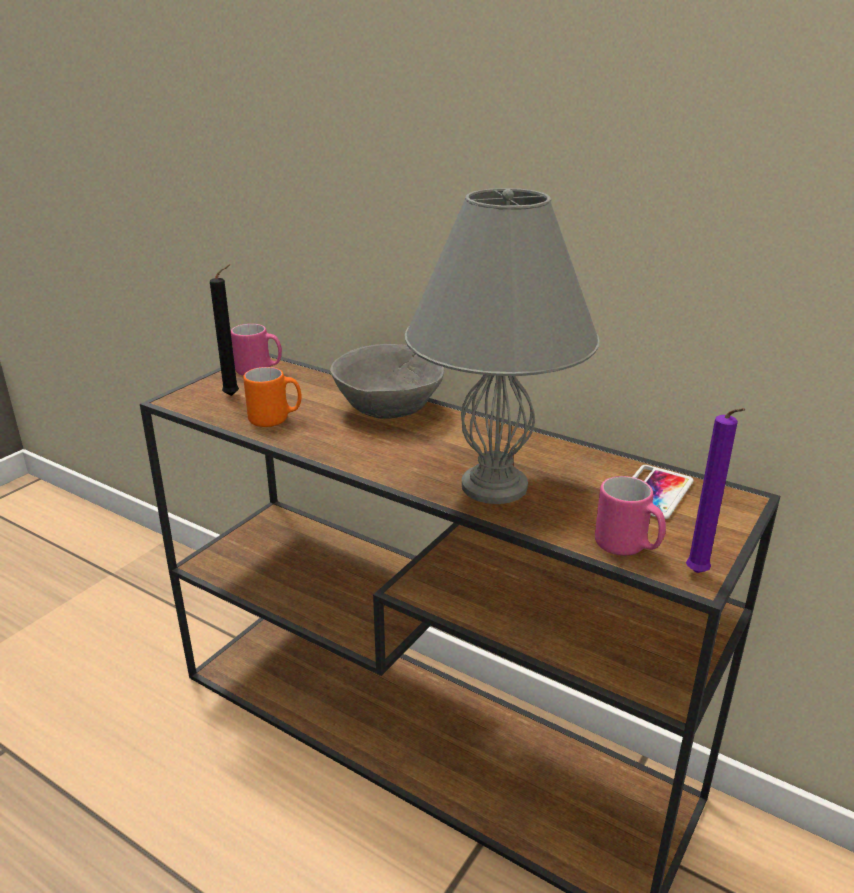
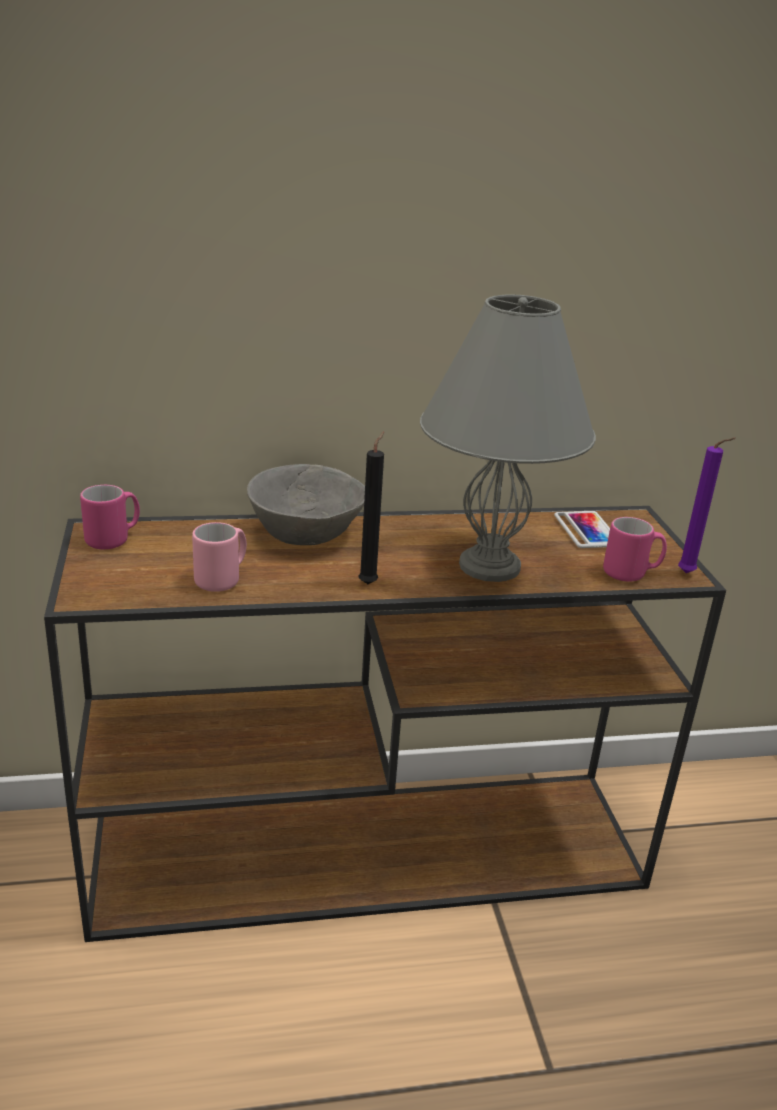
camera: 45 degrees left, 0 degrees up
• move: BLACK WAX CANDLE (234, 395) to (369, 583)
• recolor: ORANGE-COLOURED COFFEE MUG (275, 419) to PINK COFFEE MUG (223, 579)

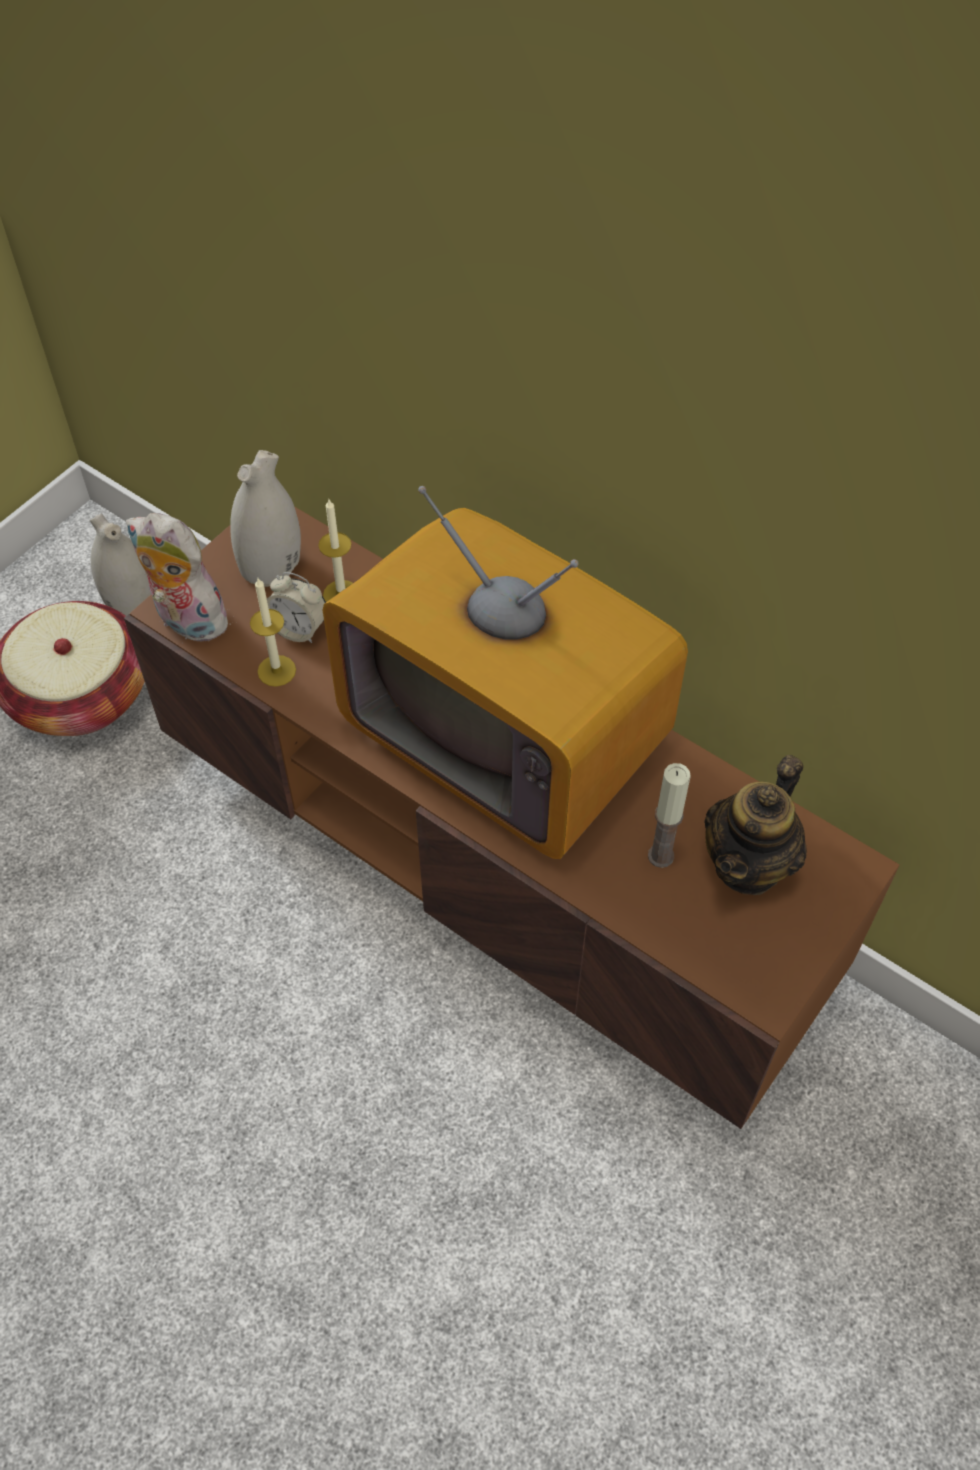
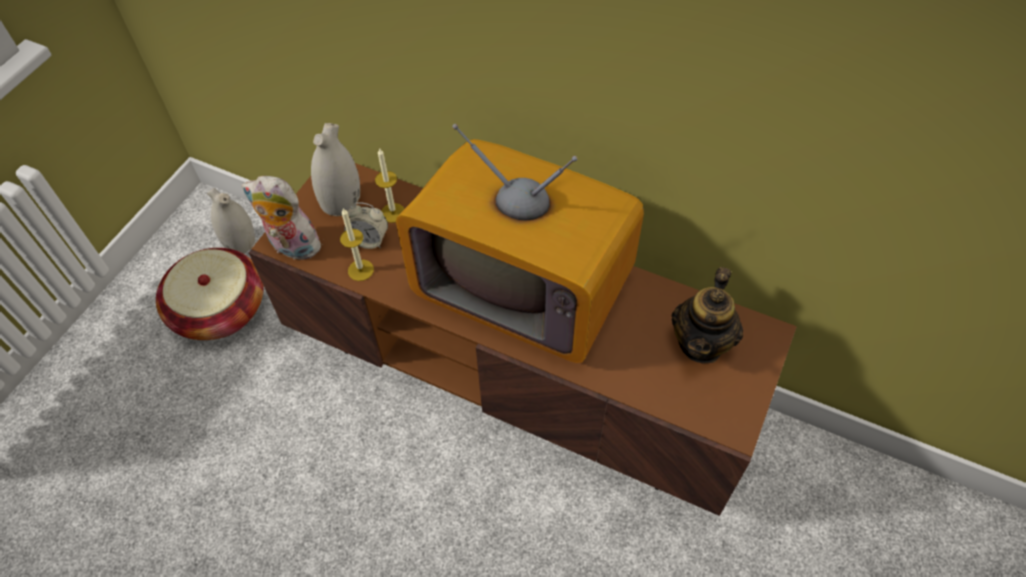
camera: 10 degrees left, 0 degrees up
• delete: WAX CANDLE (661, 856)

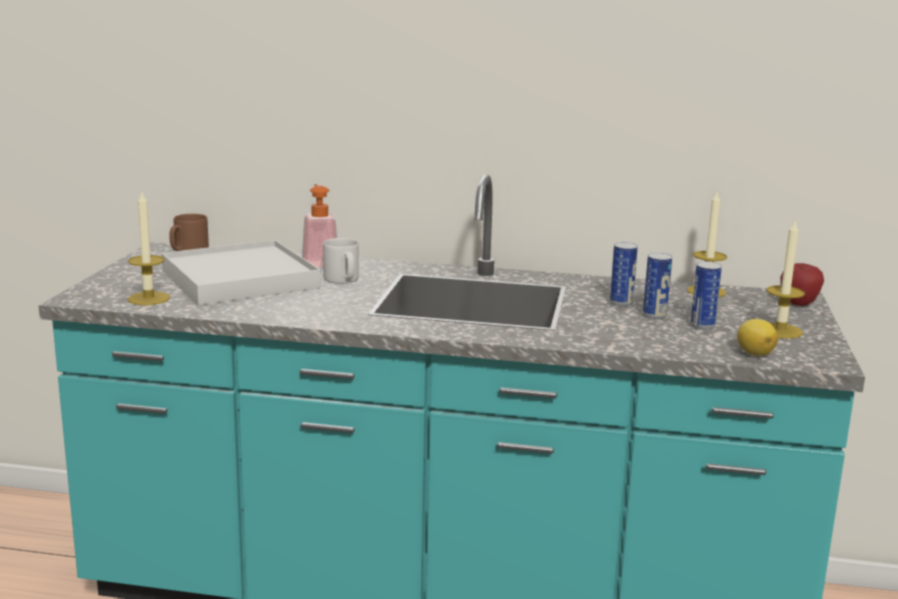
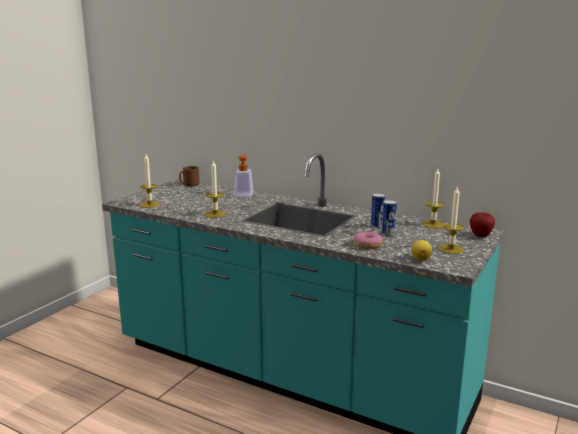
camera: 20 degrees right, 0 degrees up
• delete: WHITE-COLOURED CARRYING TRAY (239, 279)
• delete: GREY COFFEE MUG (343, 280)
• delete: SEALED CAN (702, 325)
• insert: WAX CANDLE (215, 214)
• insert: DOUGHNUT (367, 245)

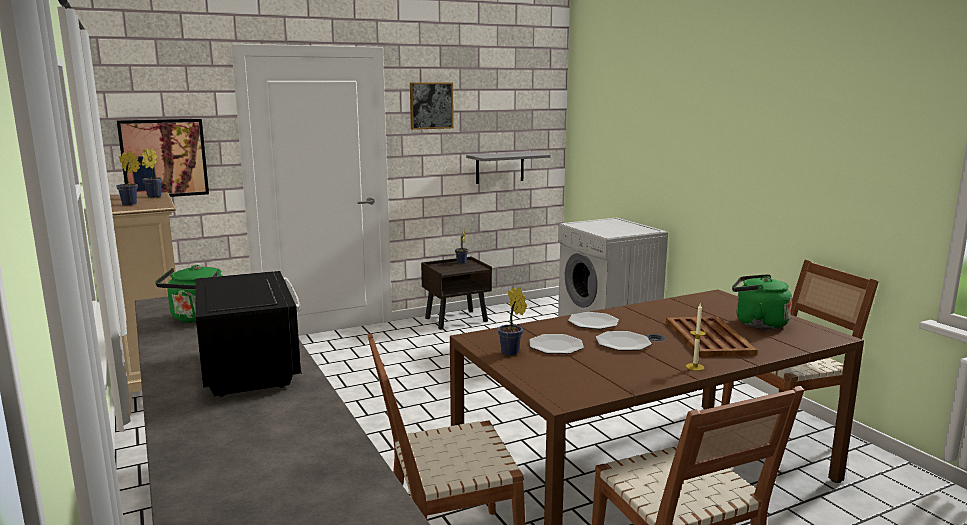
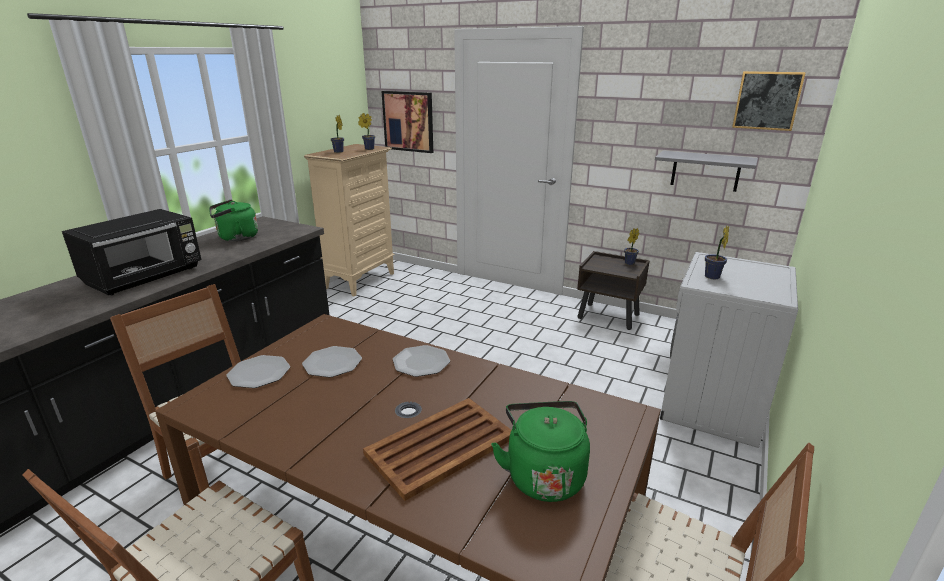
camera: 55 degrees right, 10 degrees up
• move: PICTURE (431, 105) to (767, 100)
• move: PLANT IN A POT (511, 353) to (712, 277)
• move: FLAT DISH (622, 343) to (259, 373)
• delete: WAX CANDLE (695, 367)

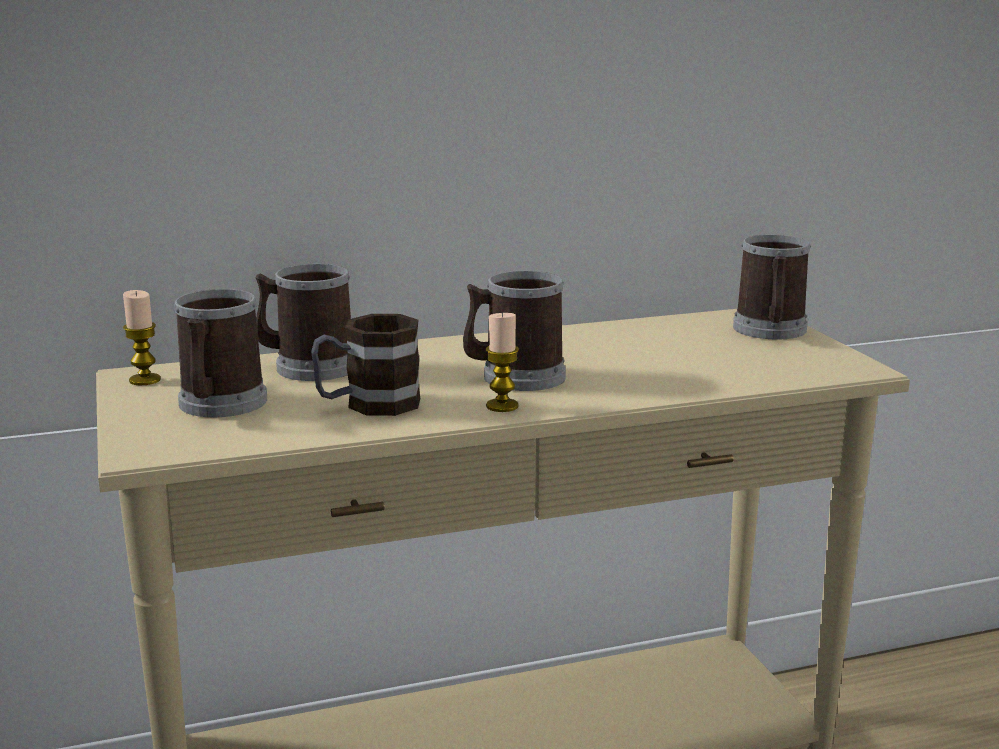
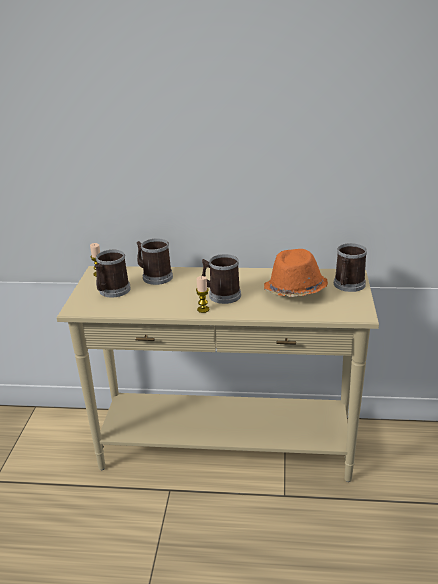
camera: 25 degrees right, 10 degrees up
• delete: COFFEE MUG (368, 405)
• insert: ORANGE-COLOURED HAT (295, 291)

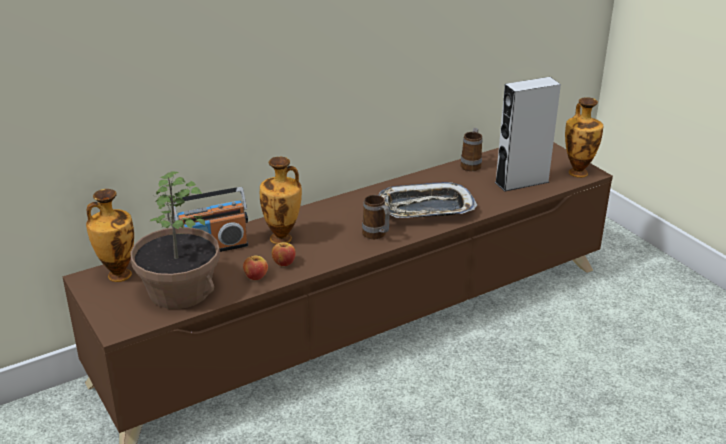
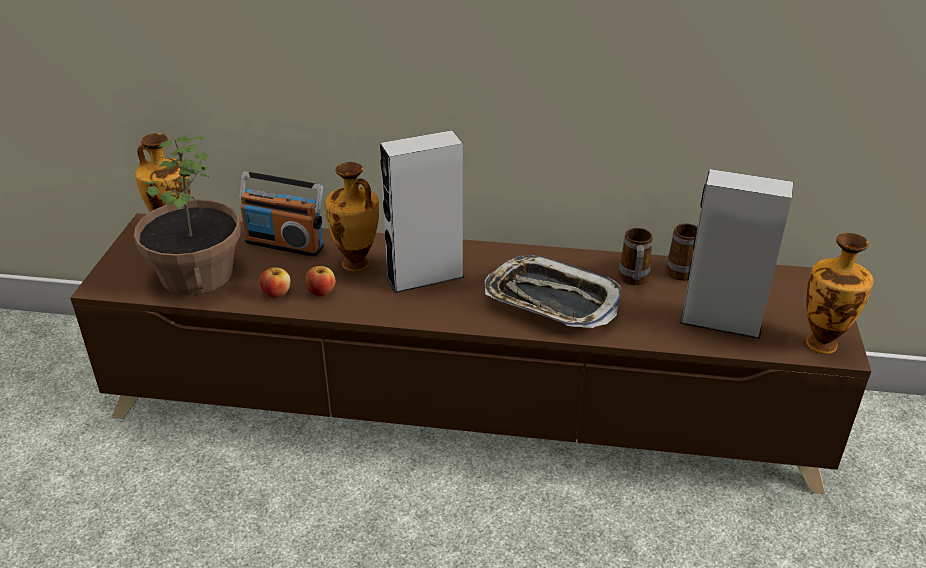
camera: 40 degrees right, 5 degrees up
• move: COFFEE MUG (376, 236) to (633, 281)
• insert: GREY LOUDSPEAKER (425, 277)

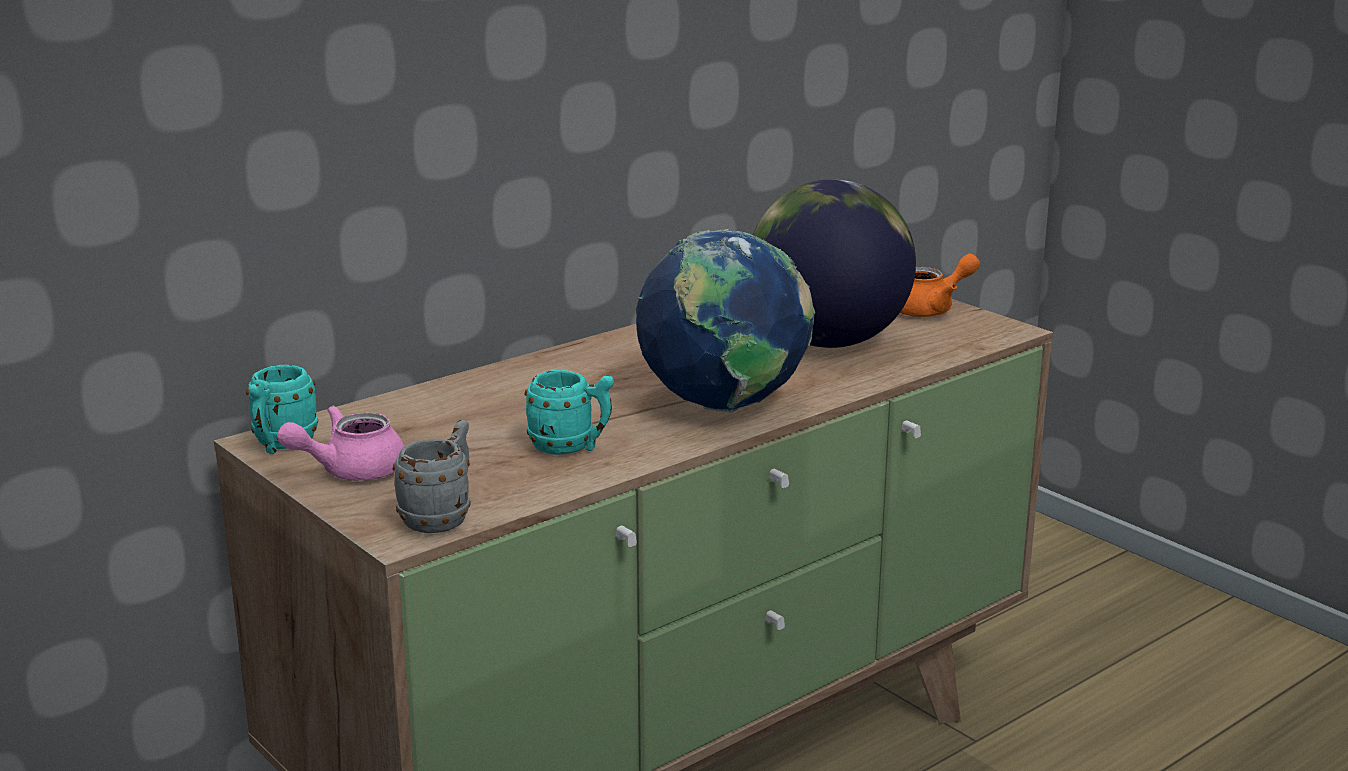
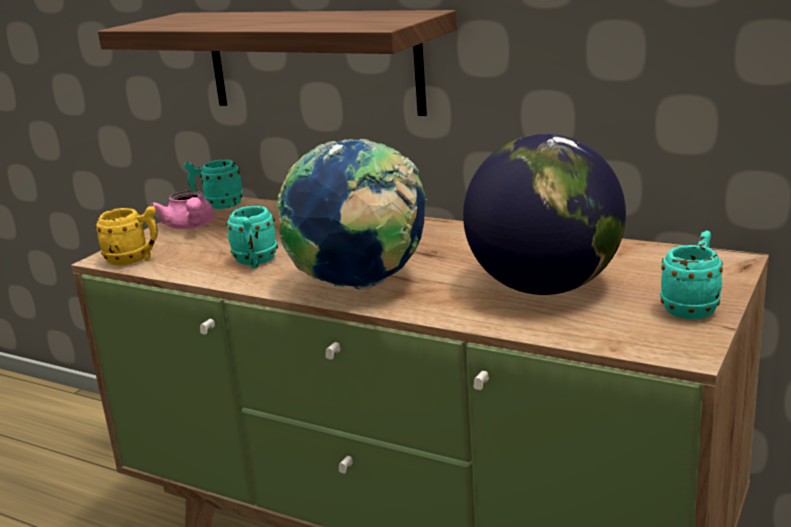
camera: 70 degrees right, 0 degrees up
• rotate: PINK POT FOR TEA (350, 471) = (190, 227) 150 degrees counterclockwise
• recolor: GREY COFFEE MUG (442, 517) to YELLOWISH COFFEE MUG (134, 260)
• replace: ORANGE-COLOURED POT FOR TEA (930, 309) to TURQUOISE COFFEE MUG (692, 307)
• insert: WALL SHELF (312, 61)

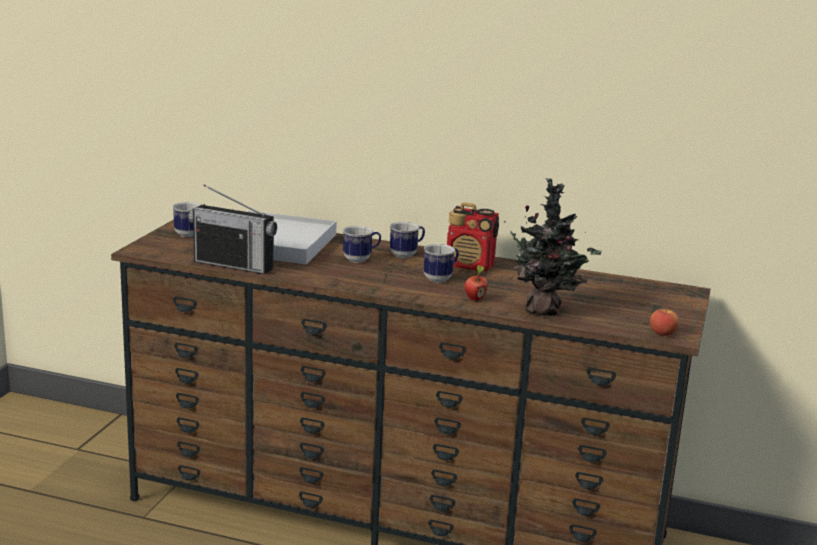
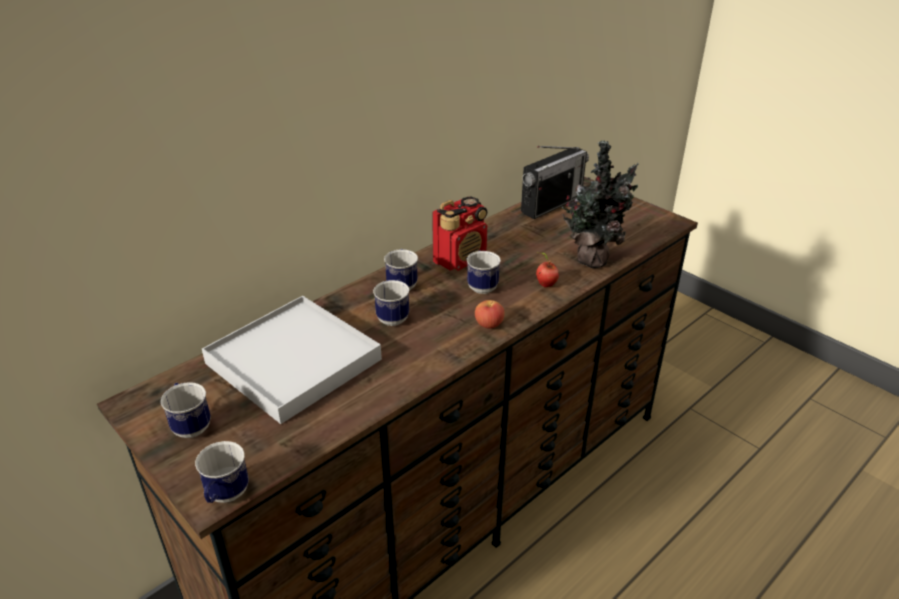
camera: 60 degrees left, 15 degrees up
• move: RADIO SET (234, 265) to (551, 204)
• move: WHOLE APPLE (663, 333) to (489, 324)
• insert: COFFEE MUG (225, 497)

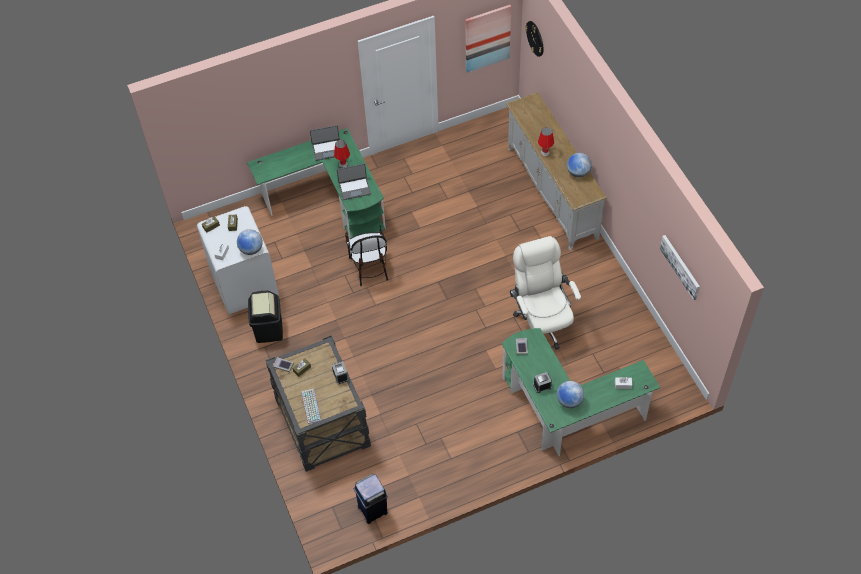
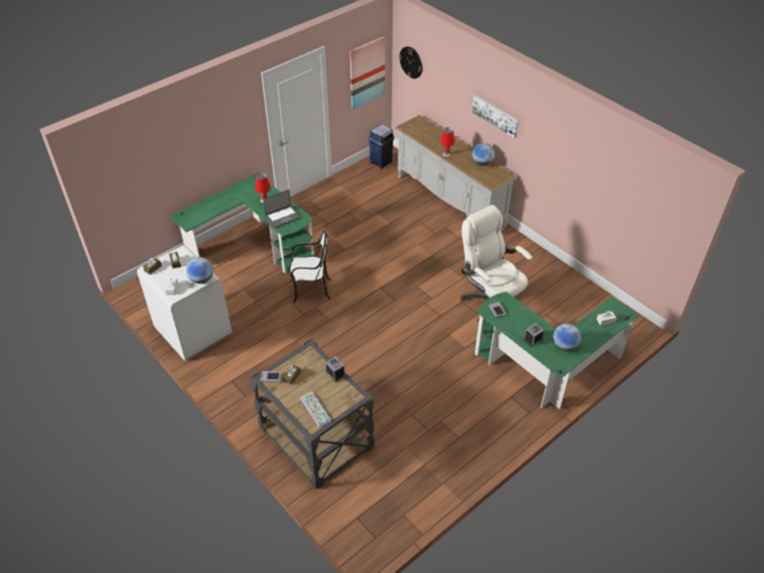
camera: 20 degrees left, 10 degrees down
• delete: BLACK TRASH CAN (268, 330)
• delete: LAPTOP (327, 150)
• rotate: UPRIGHT CHAIR (369, 267) = (311, 290) 60 degrees counterclockwise
• move: BLUISH TRASH CAN (373, 509) to (381, 162)
• move: PICTURE (680, 266) to (495, 115)

